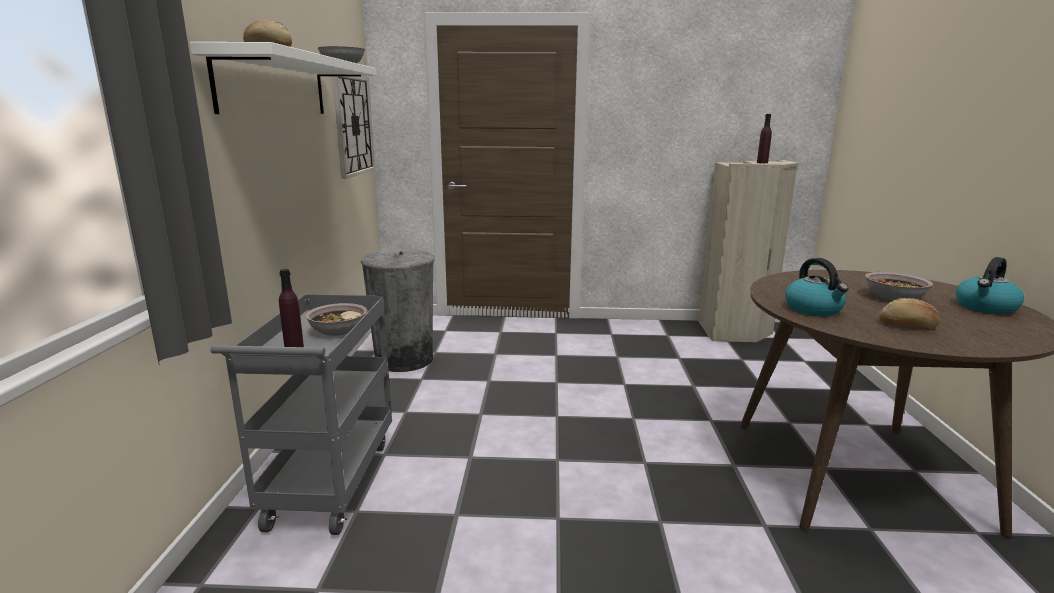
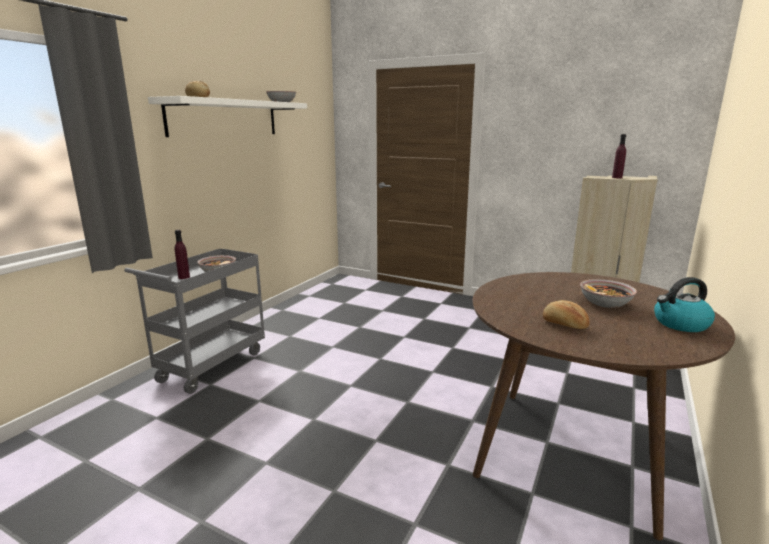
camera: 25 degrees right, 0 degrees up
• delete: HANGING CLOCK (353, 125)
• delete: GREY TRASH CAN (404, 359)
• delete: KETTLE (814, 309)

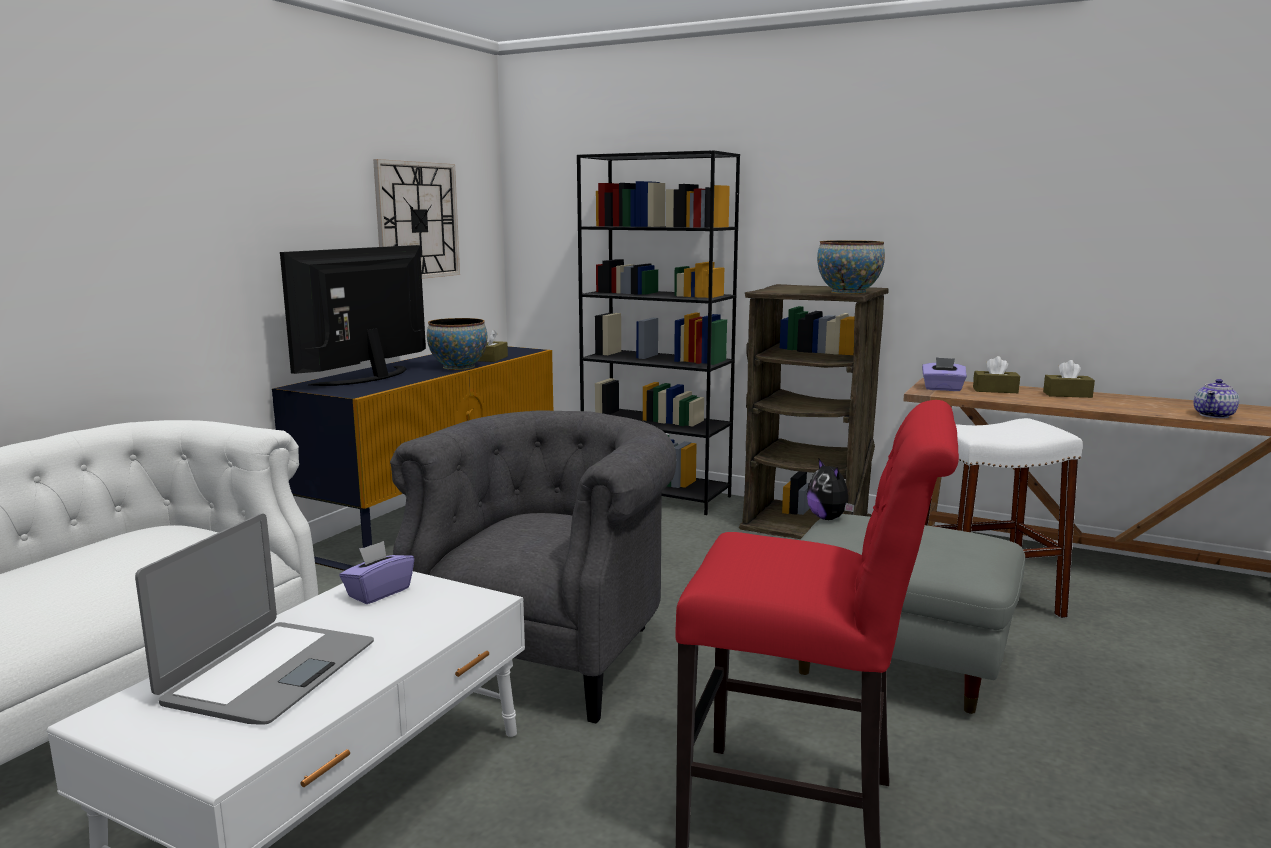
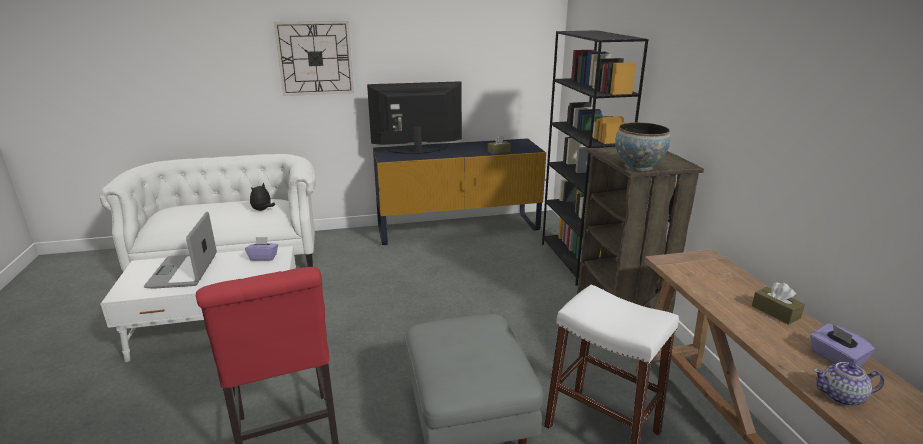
camera: 50 degrees right, 10 degrees up
• rotate: LAPTOP (269, 673) = (184, 271) 105 degrees clockwise
• move: HANGING CLOCK (417, 220) to (315, 58)
• delete: GREY LOUNGE CHAIR (550, 651)
• delete: DEEP DISH (458, 367)
• move: CUDDLY TOY (829, 518) to (262, 210)
• move: PURPLISH TISSUE HOLDER (942, 389) to (835, 359)
• delete: BROWN TISSUE HOLDER (995, 390)

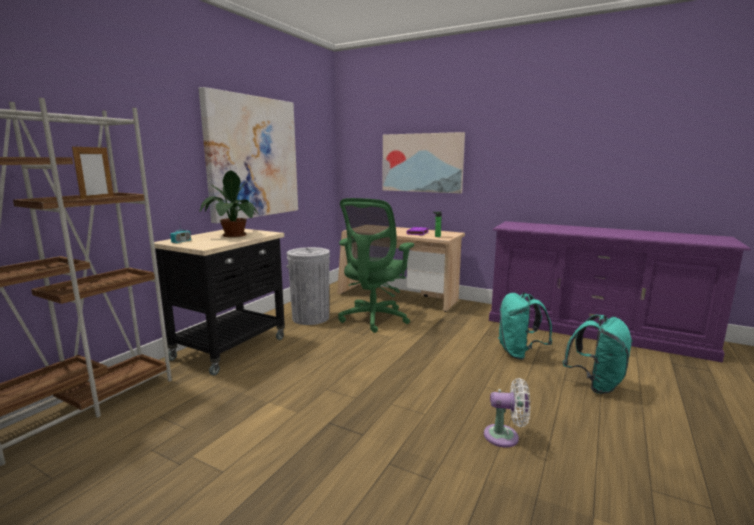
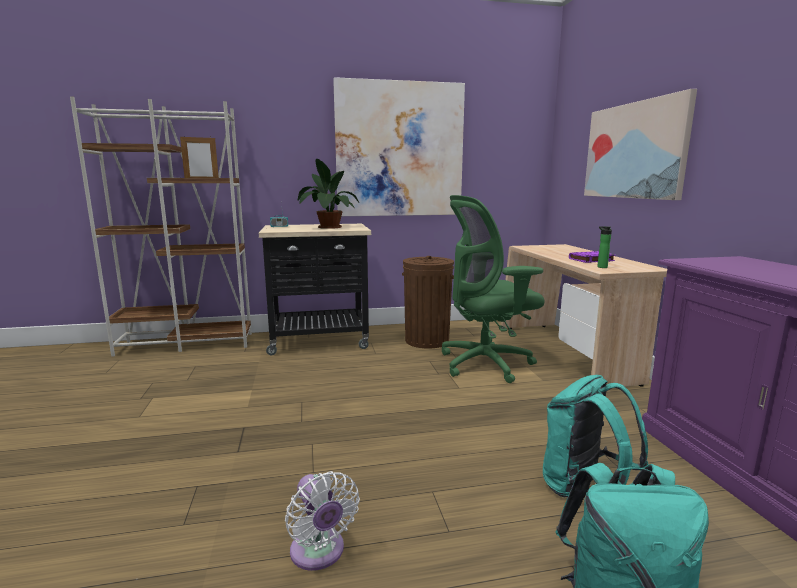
camera: 50 degrees right, 0 degrees up
• recolor: GREY TRASH CAN (311, 318) to BROWN TRASH CAN (427, 340)

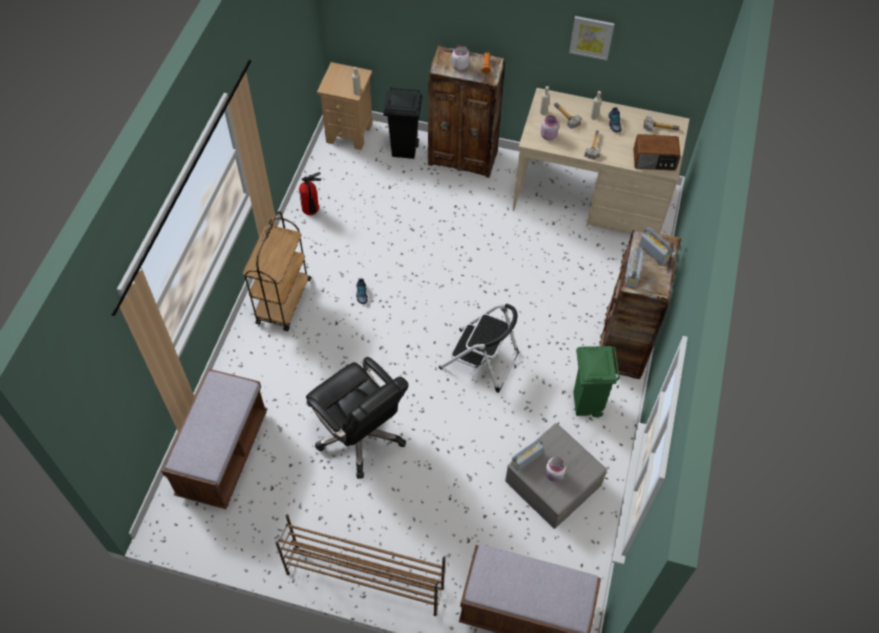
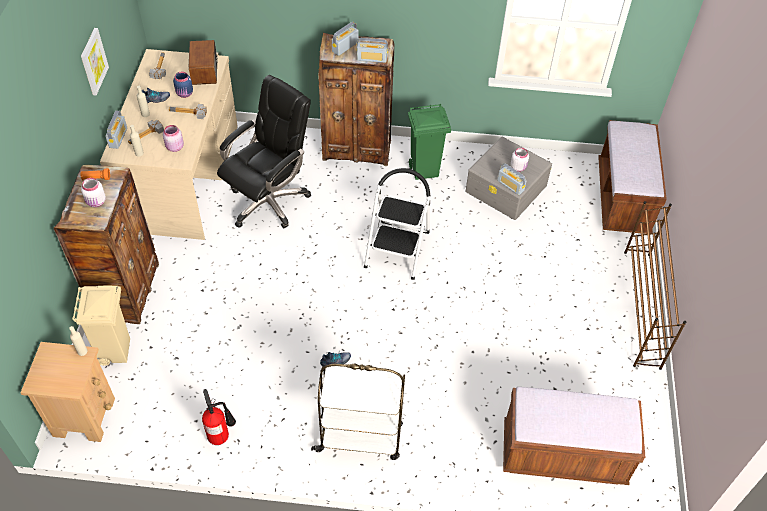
camera: 100 degrees left, 5 degrees down
• recolor: BROWN TROLLEY (283, 302) to WHITE-COLOURED TROLLEY (360, 438)
• move: BLACK COMPUTER CHAIR (360, 436) to (269, 201)
• recolor: BLACK TRASH CAN (404, 150) to SAND-COLOURED TRASH CAN (115, 351)
• insert: RADIO SET (118, 137)
• insert: BLUISH STORAGE JAR (185, 94)

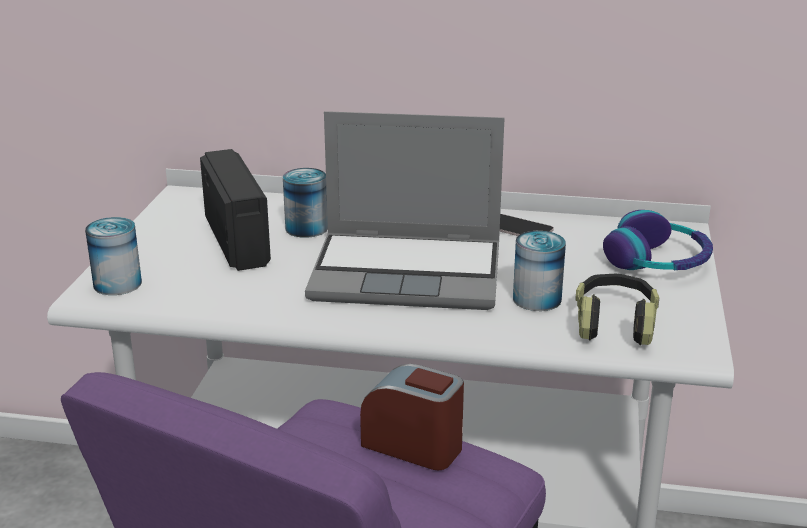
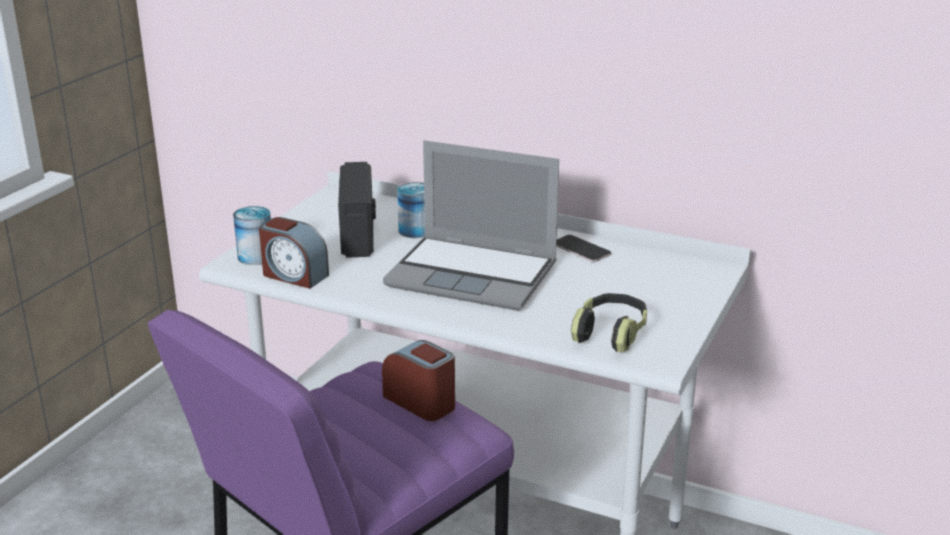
camera: 15 degrees right, 0 degrees up
• delete: SEALED CAN (537, 299)
• delete: HEADSET (658, 261)
• insert: BEDSIDE CLOCK (294, 275)

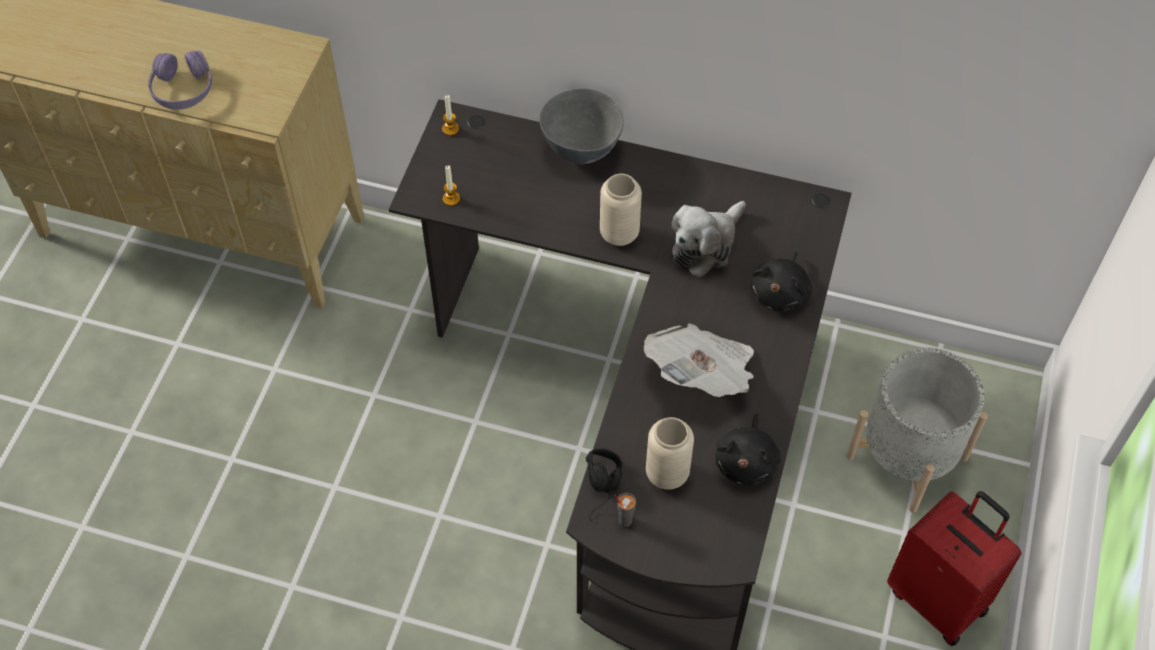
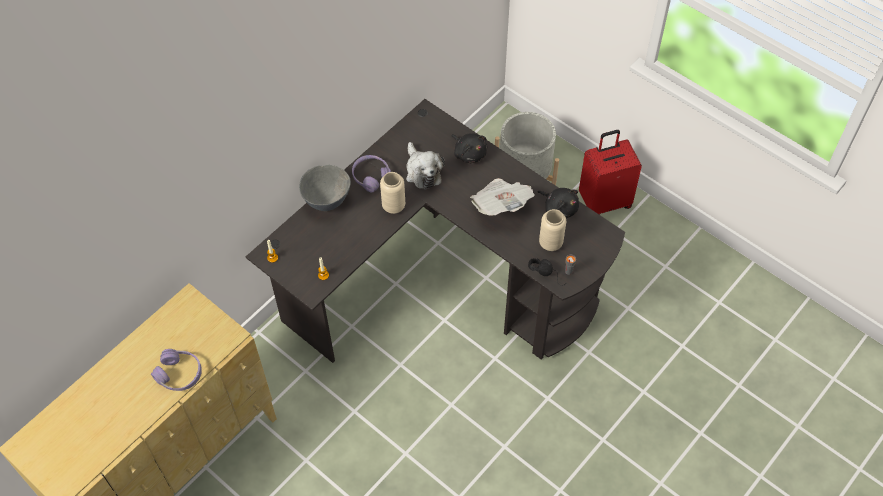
camera: 65 degrees left, 0 degrees up
• insert: PURPLISH HEADSET (371, 177)

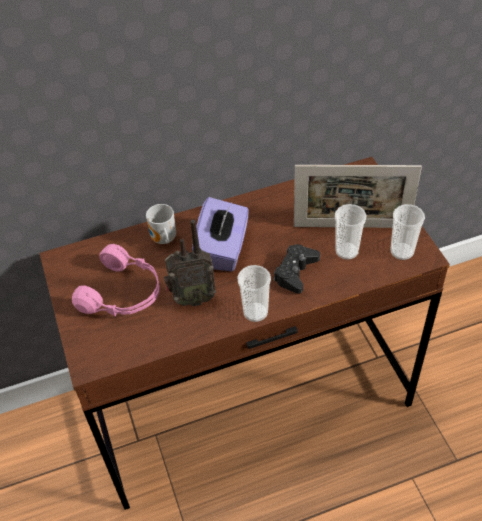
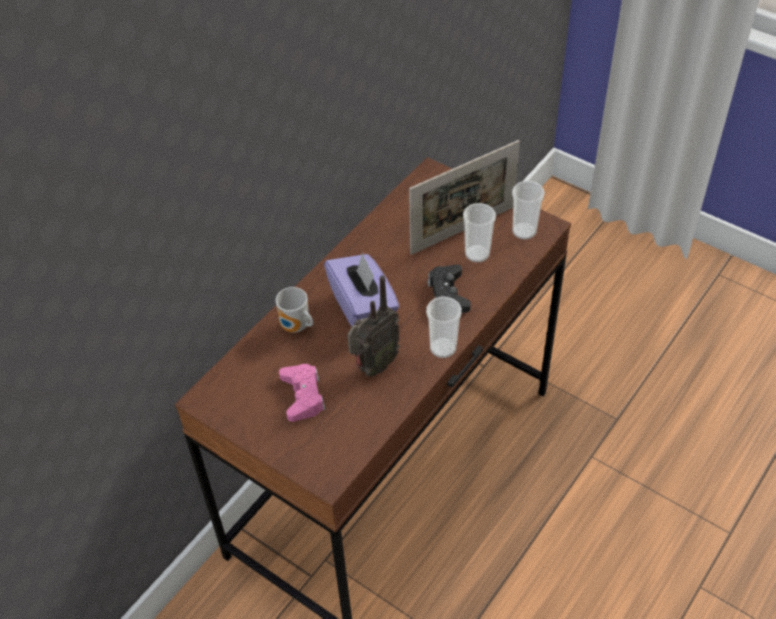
camera: 35 degrees left, 0 degrees up
• replace: PINK HEADSET (124, 293) to PINK GAME CONTROLLER (303, 396)

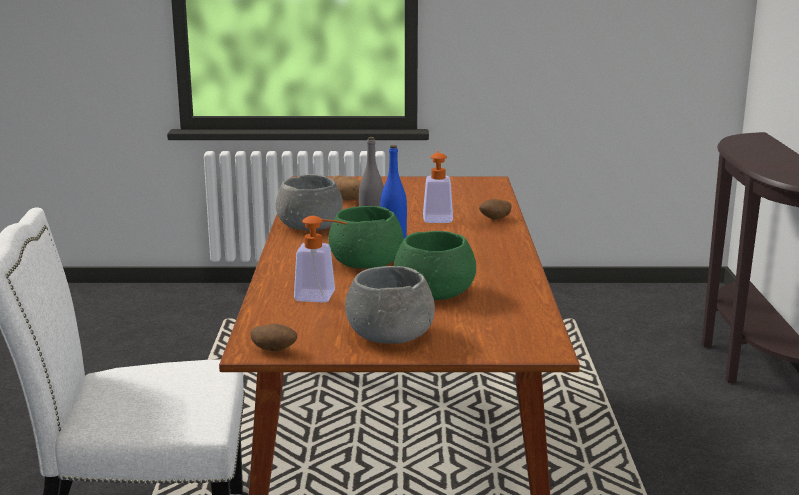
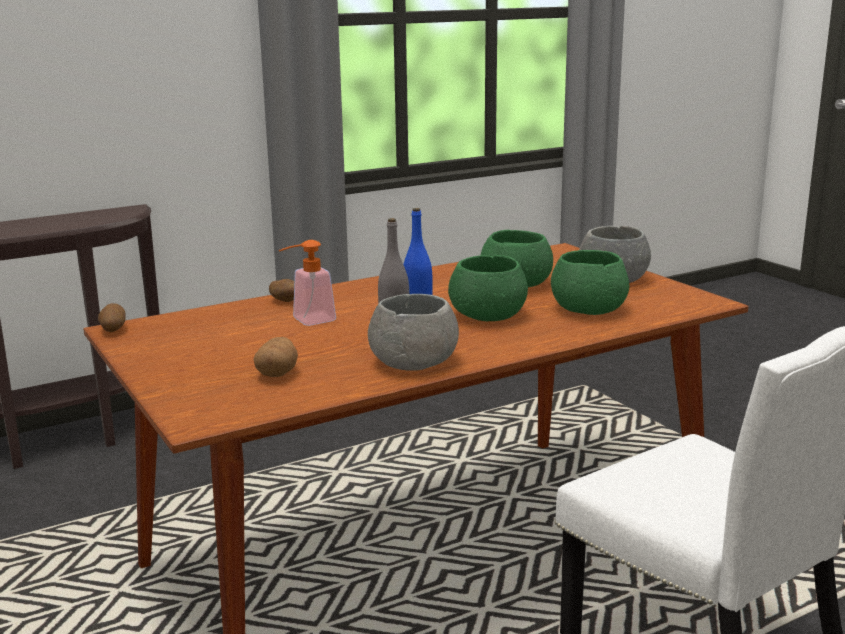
camera: 120 degrees left, 0 degrees up
• move: POTATO (274, 351) to (113, 330)
• replace: LIQUID SOAP BOTTLE (322, 297) to GREENISH DEEP DISH (588, 309)

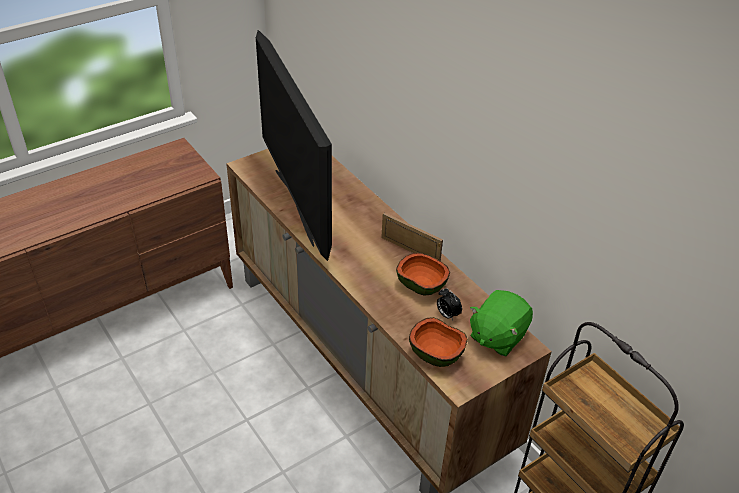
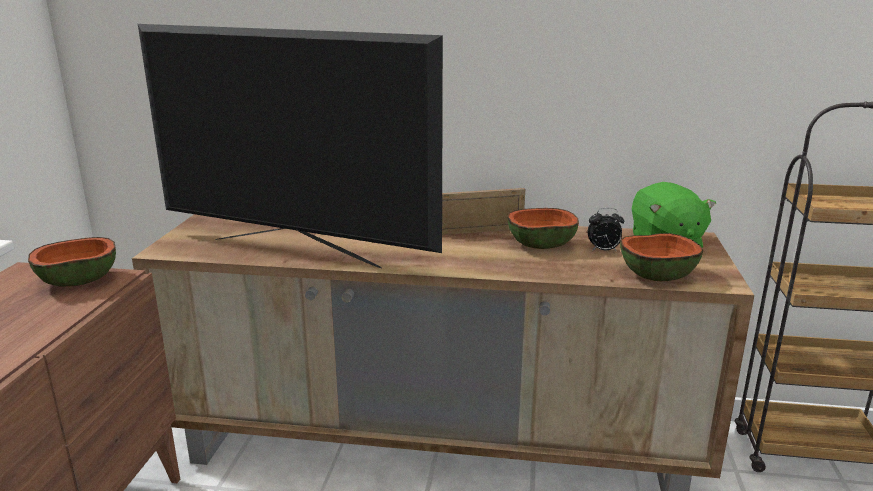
camera: 45 degrees left, 20 degrees down
• insert: DEEP DISH (78, 282)

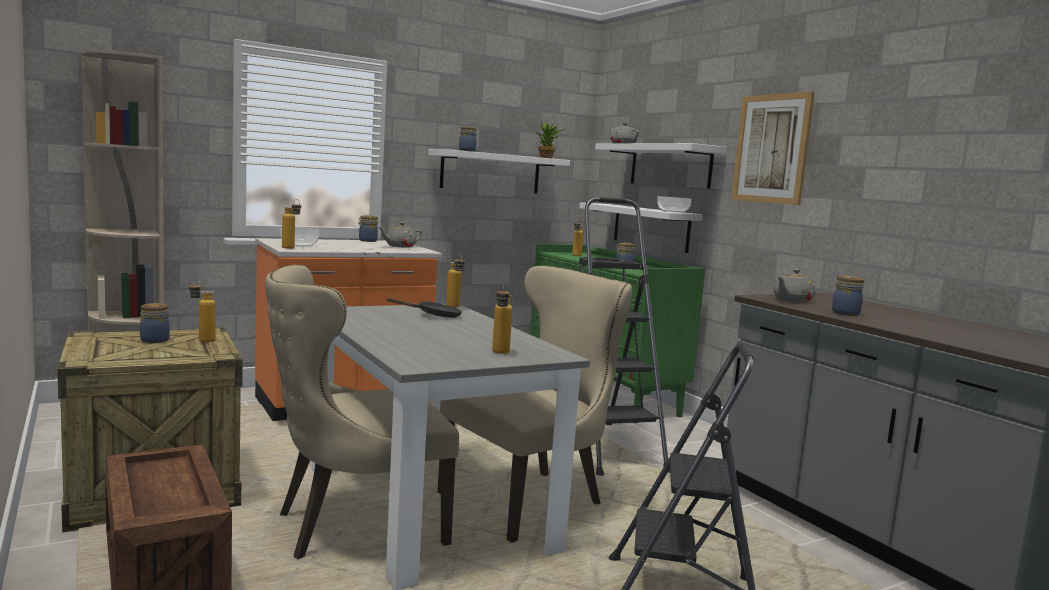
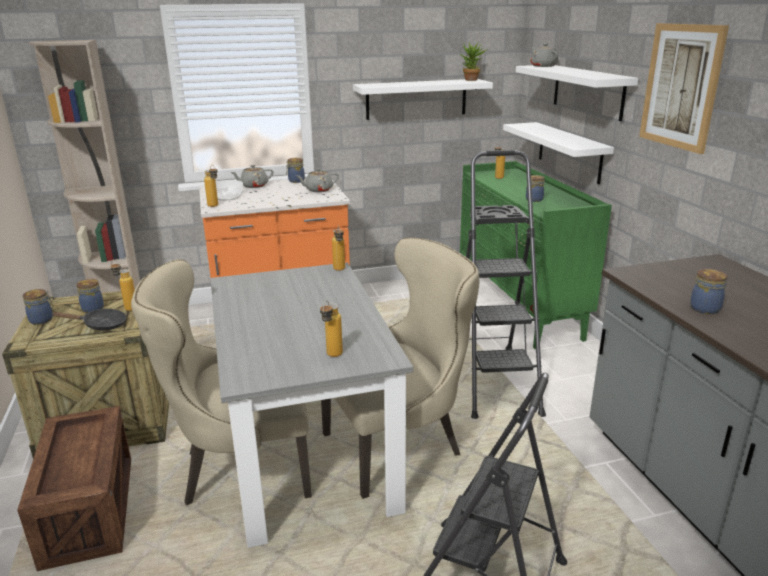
camera: 15 degrees right, 15 degrees up
• move: BLACK FRYING PAN (434, 316) to (101, 325)
• move: STORAGE JAR (467, 151) to (42, 320)
• delete: DEEP DISH (672, 211)
• move: GREY POT FOR TEA (792, 300) to (254, 186)

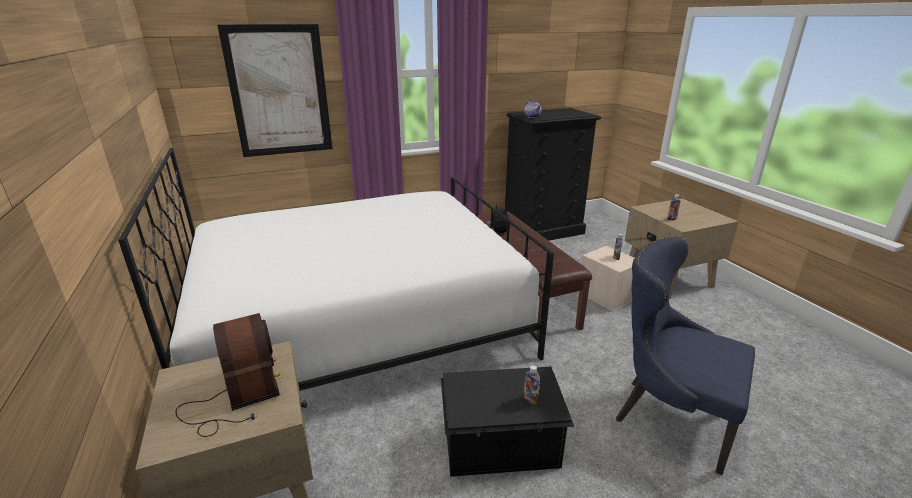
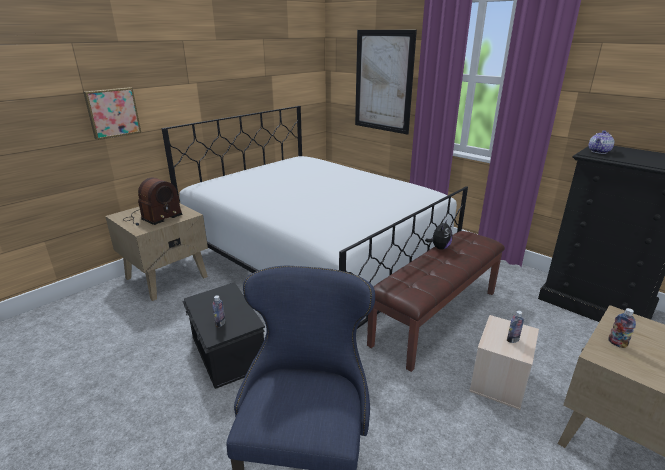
camera: 65 degrees right, 0 degrees up
• insert: PICTURE (112, 112)

